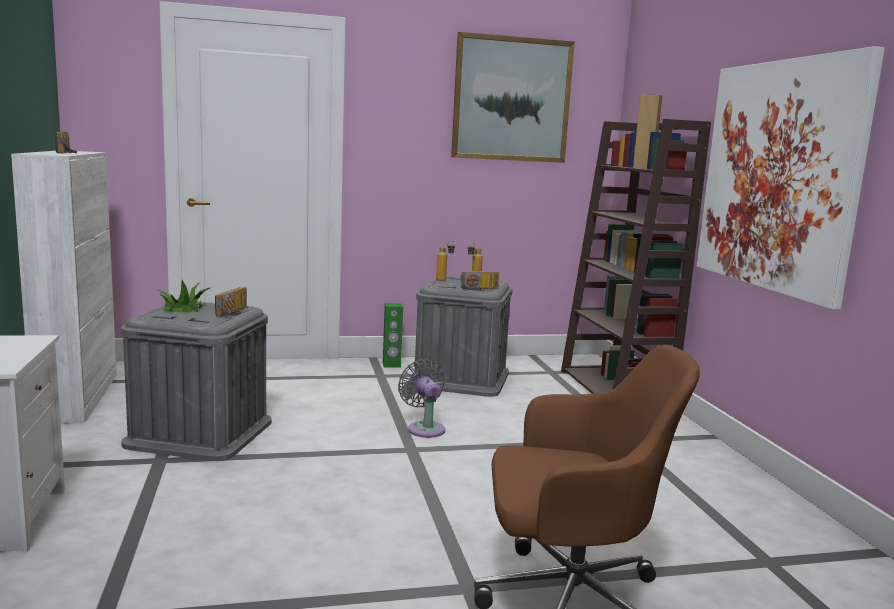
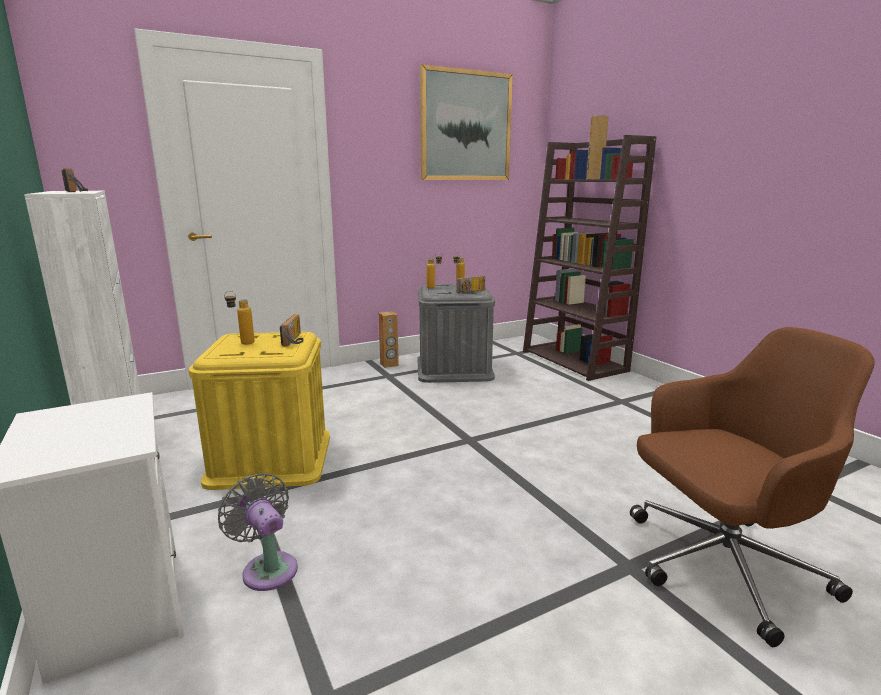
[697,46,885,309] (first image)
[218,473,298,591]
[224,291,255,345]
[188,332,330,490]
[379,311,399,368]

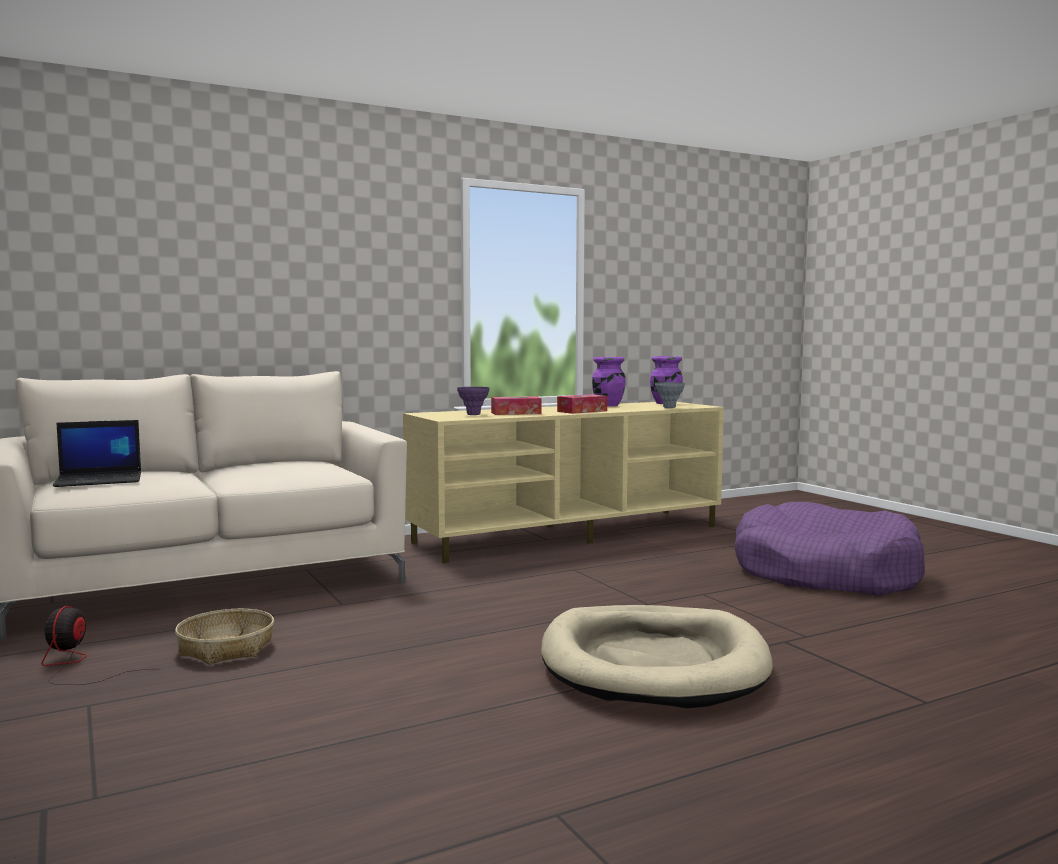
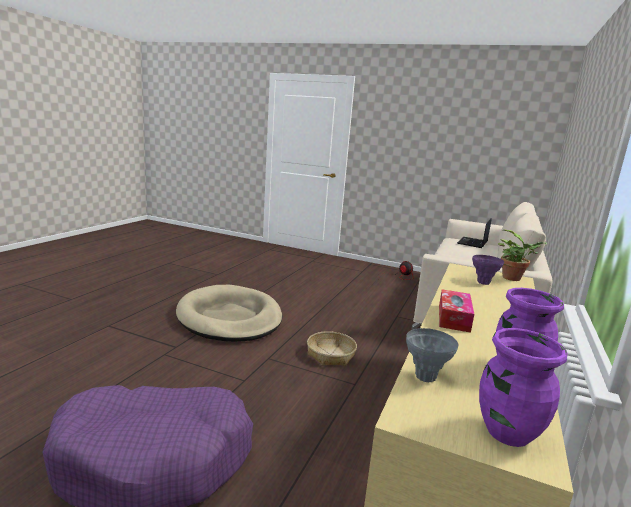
[491,396,542,415] (first image)
[498,229,547,281]
[307,331,357,366]

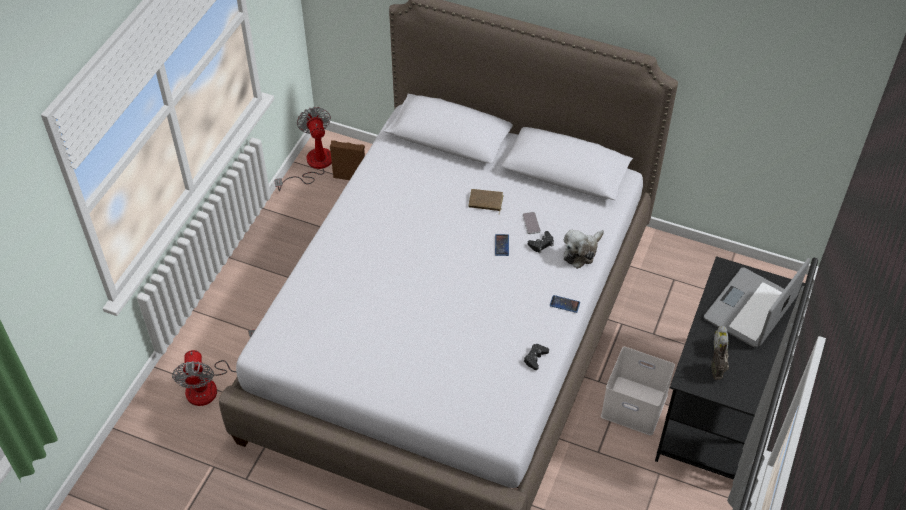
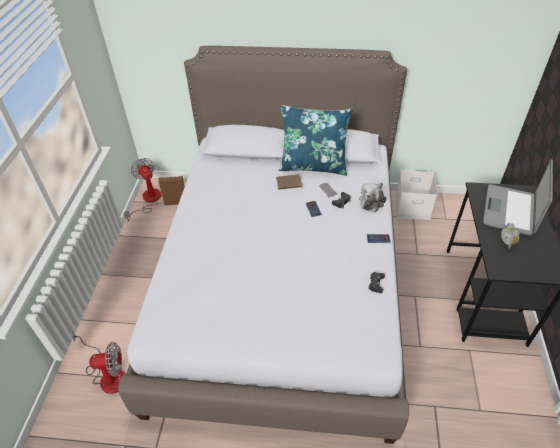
[711,343,729,380] (first image)
[279,105,353,176]
[396,170,438,220]
[71,331,125,394]

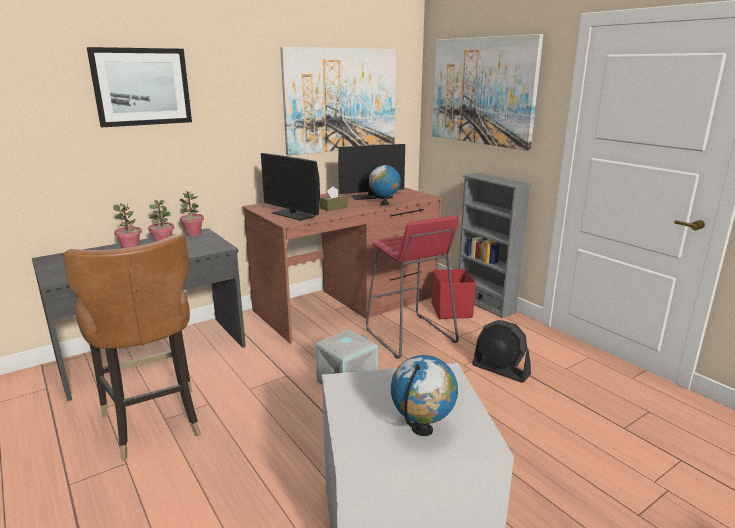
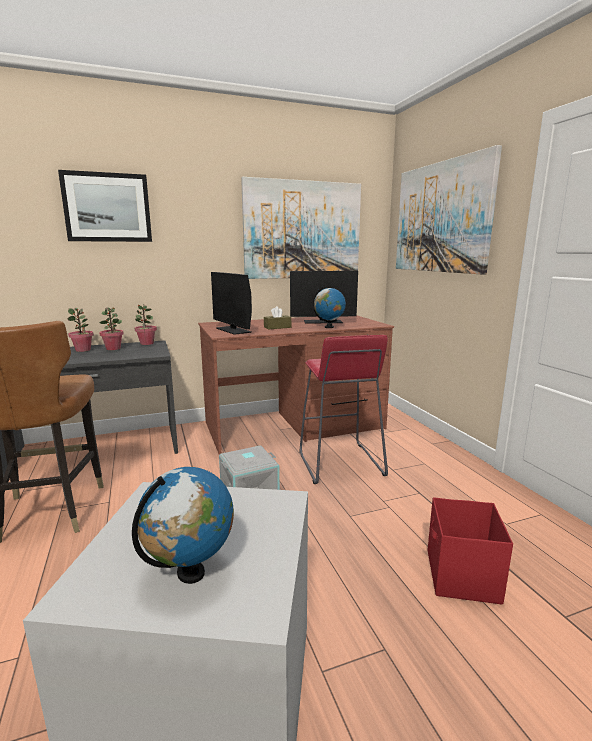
[459,173,532,318] (first image)
[472,320,531,383] (first image)
[428,497,513,604]

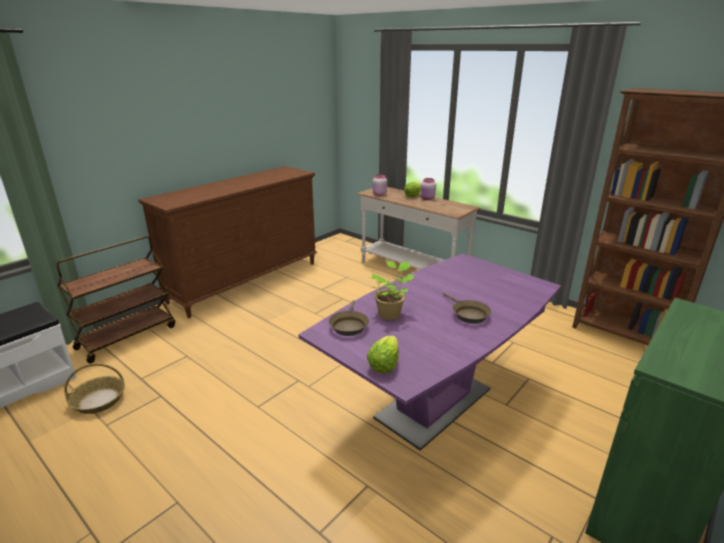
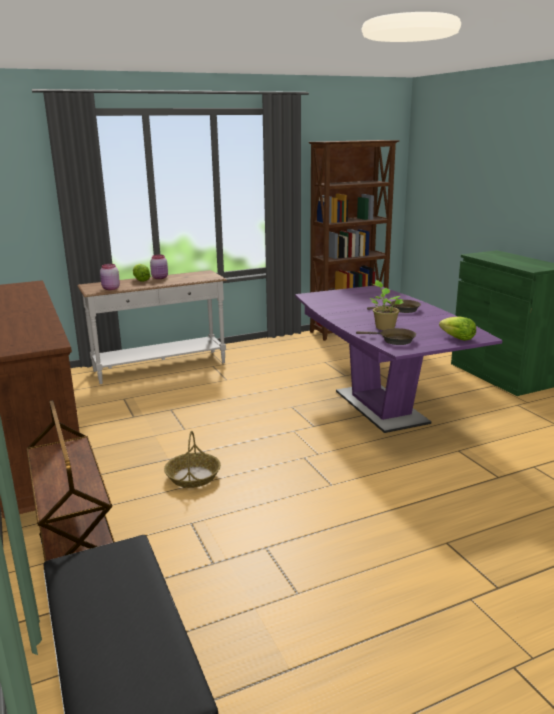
[164,431,221,488]

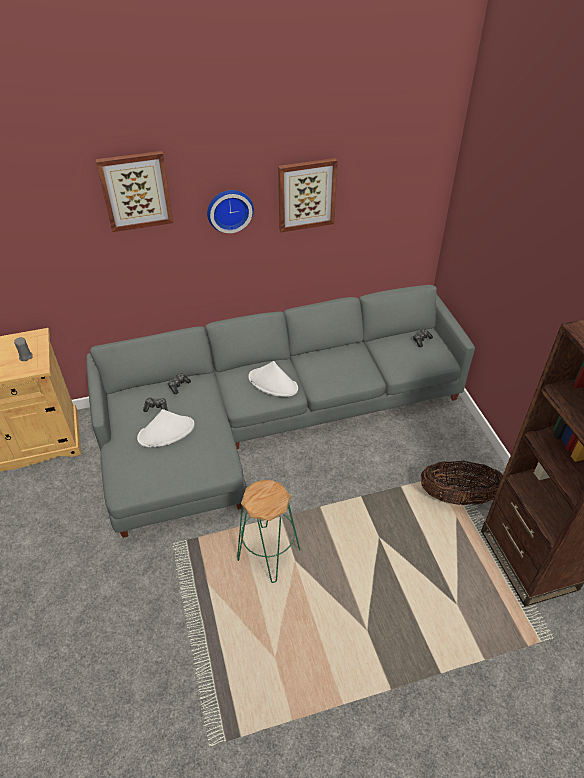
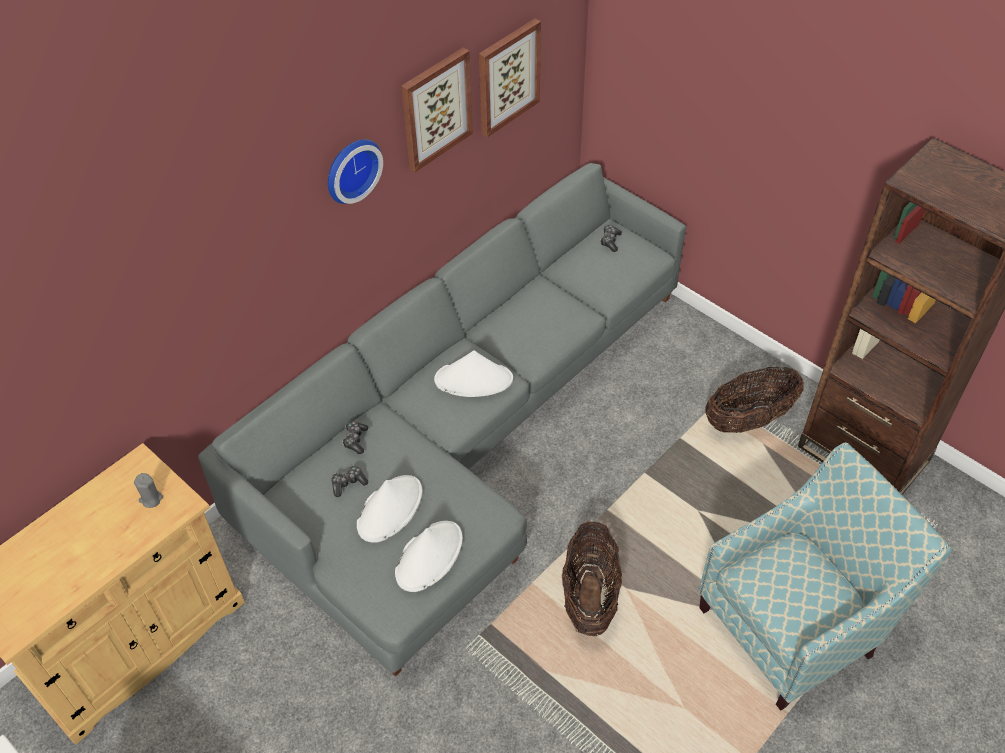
[395,521,463,592]
[699,442,952,711]
[479,19,541,138]
[562,521,622,636]

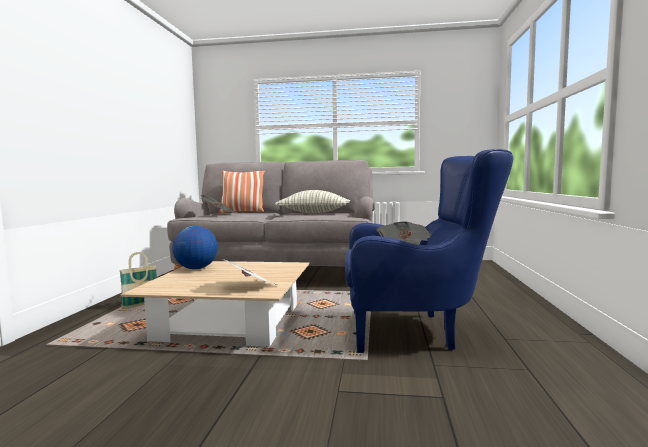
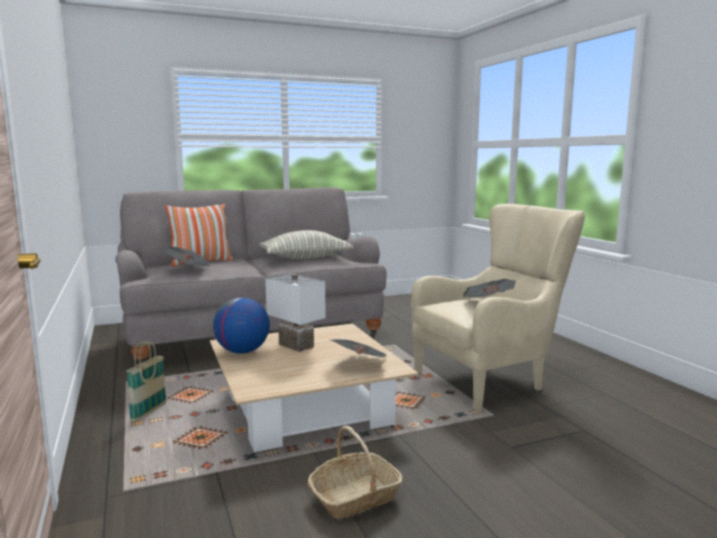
[265,273,326,352]
[308,426,403,519]
[411,204,585,410]

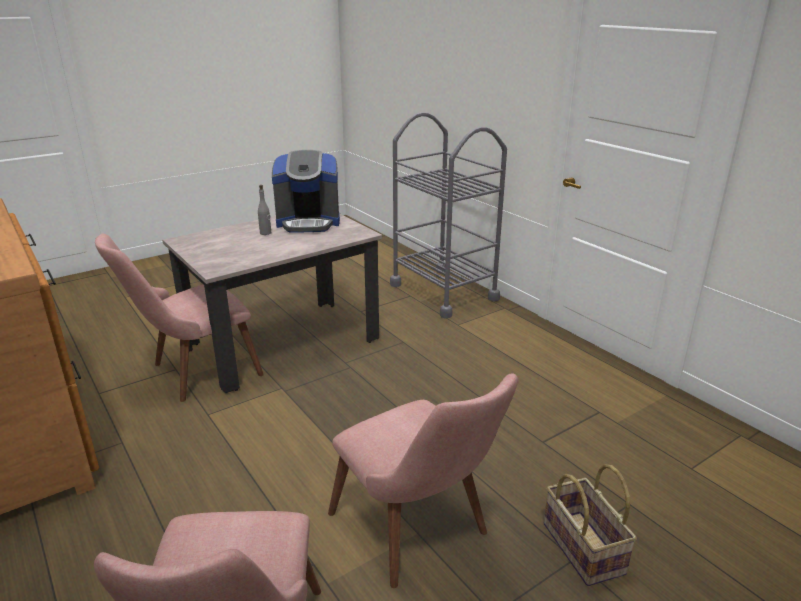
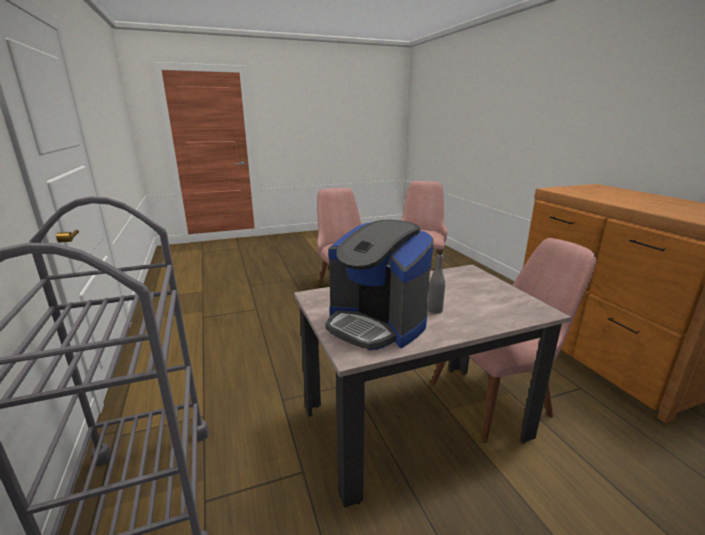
[543,464,637,586] (first image)
[326,220,434,350]

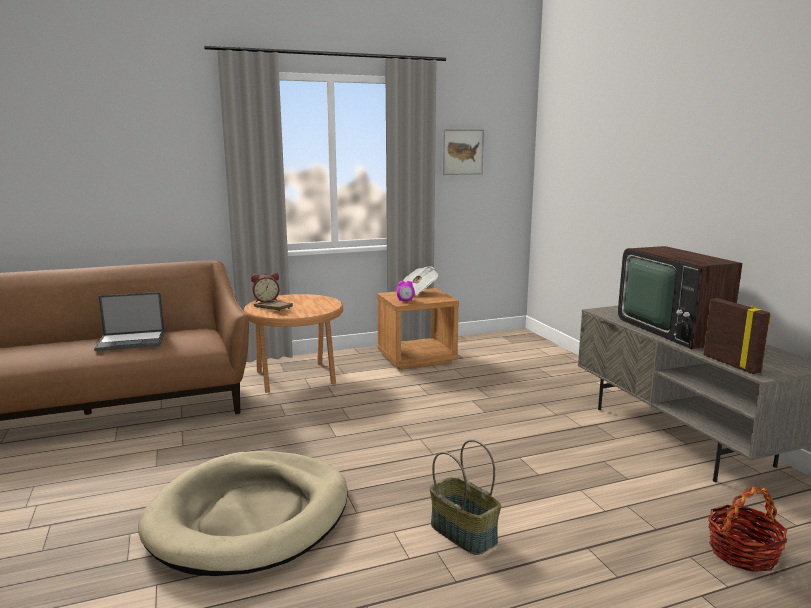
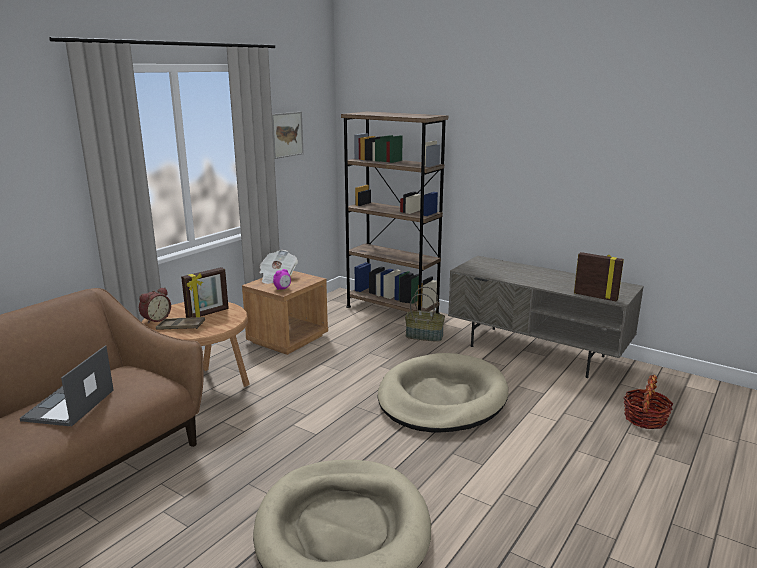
[618,246,742,350] (first image)
[181,267,229,318]
[341,111,448,314]
[377,353,508,432]
[405,287,445,342]
[20,345,114,427]

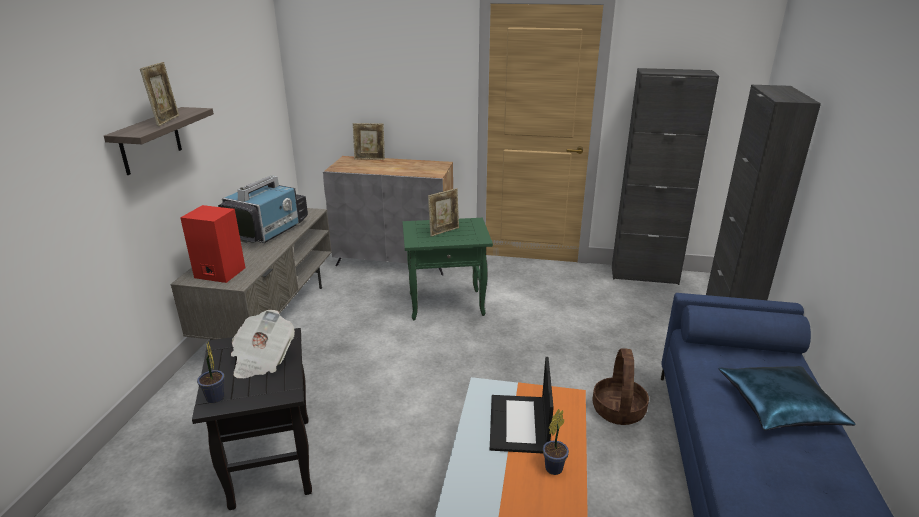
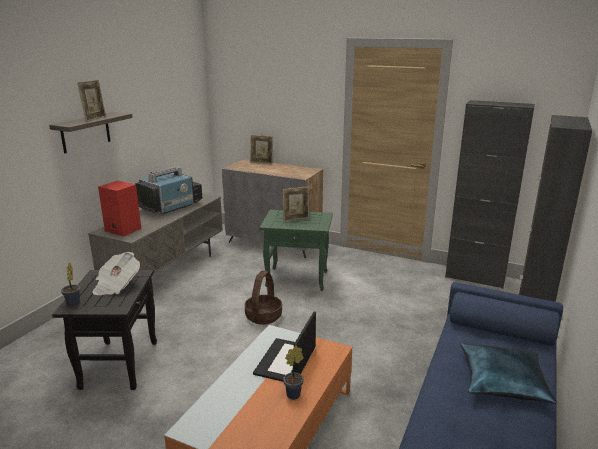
[245,271,282,325]

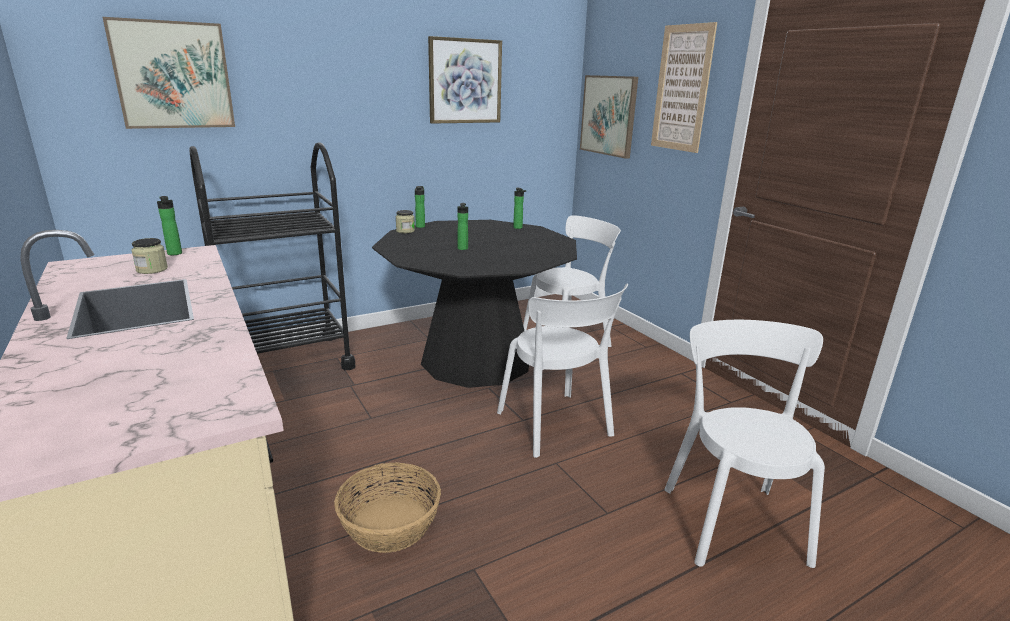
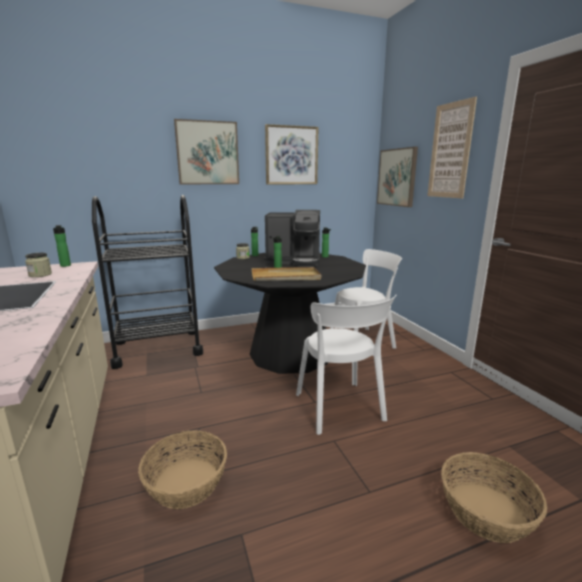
[252,267,322,281]
[264,210,320,267]
[174,119,239,185]
[441,452,547,543]

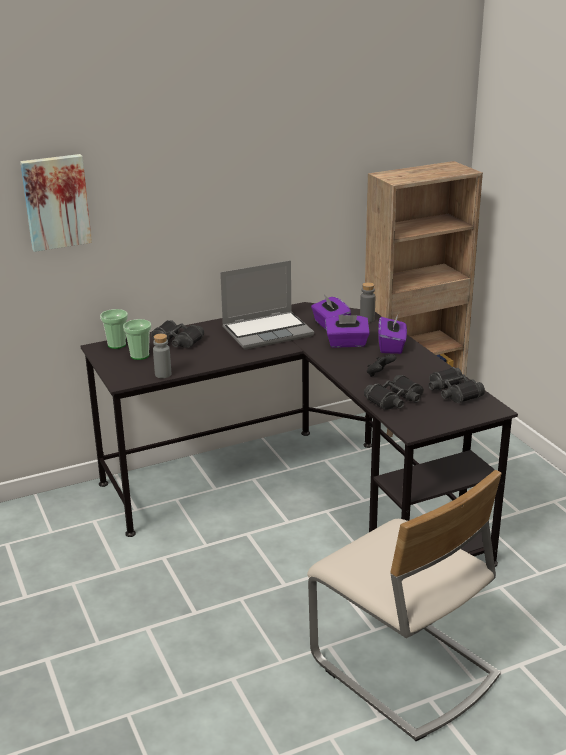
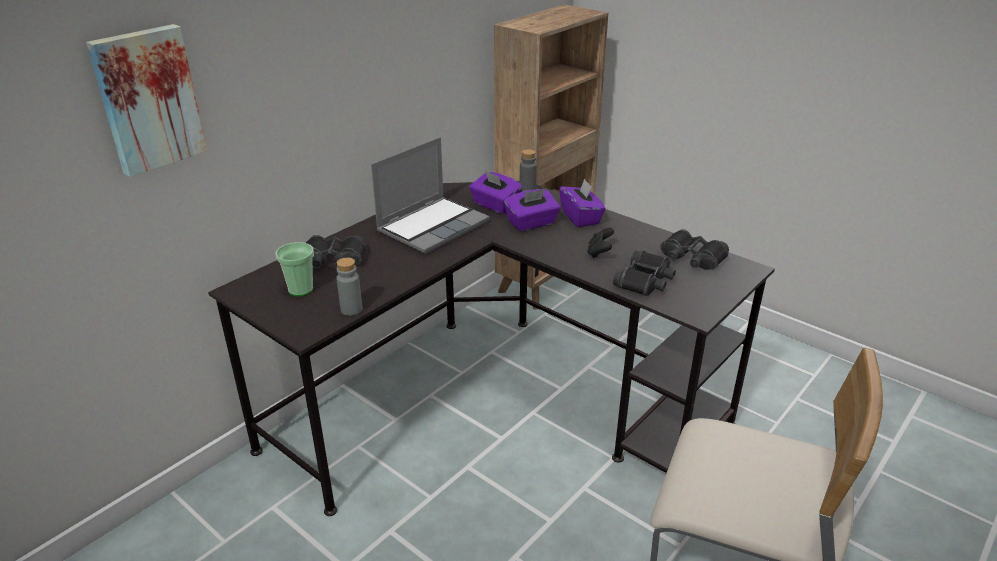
[100,309,128,349] (first image)

